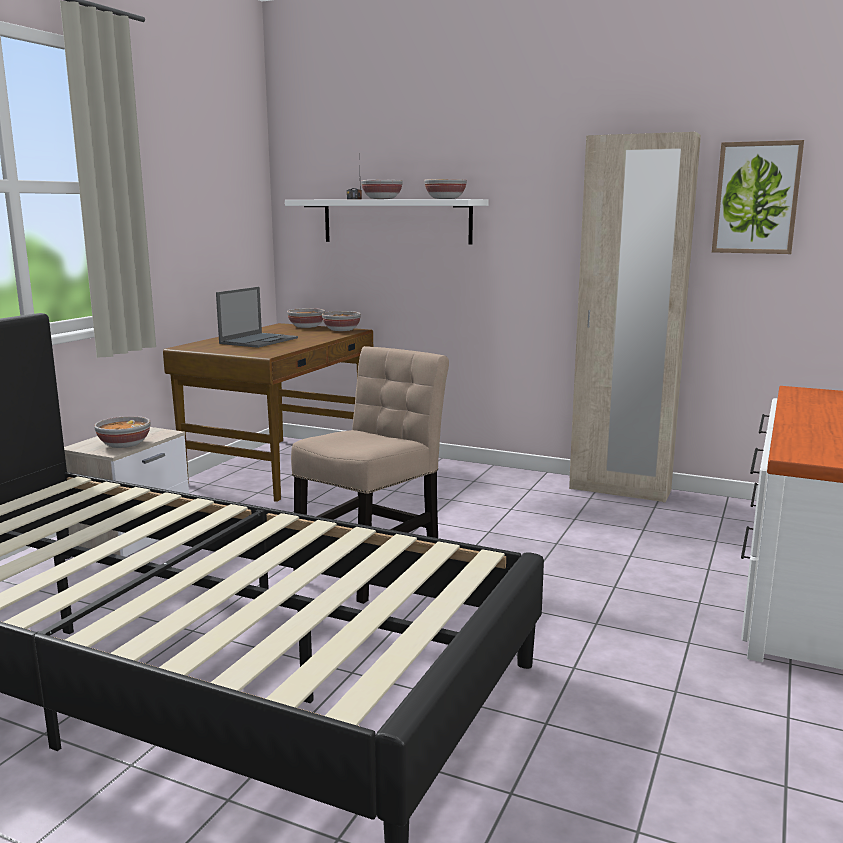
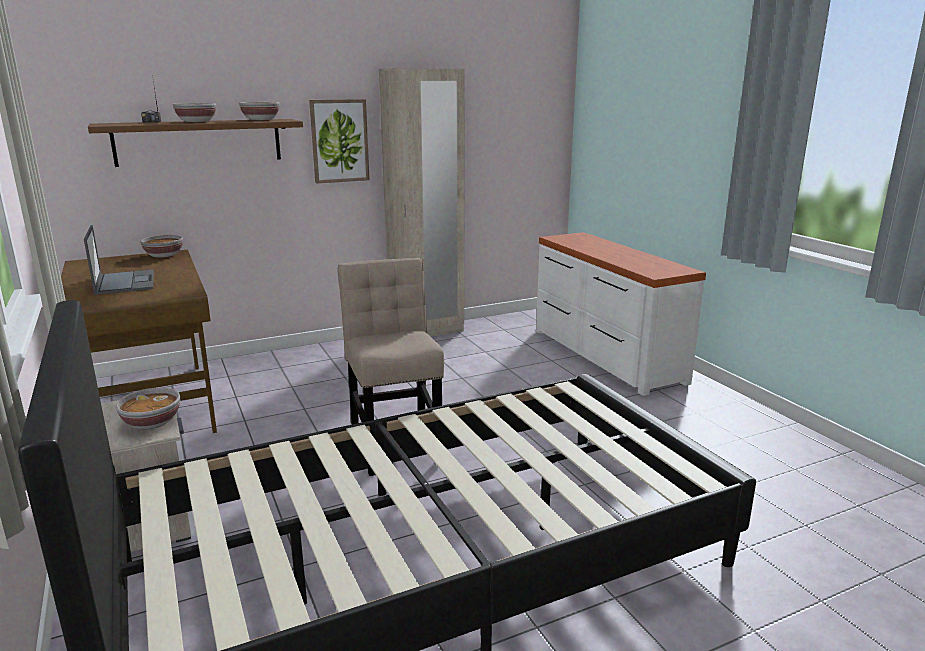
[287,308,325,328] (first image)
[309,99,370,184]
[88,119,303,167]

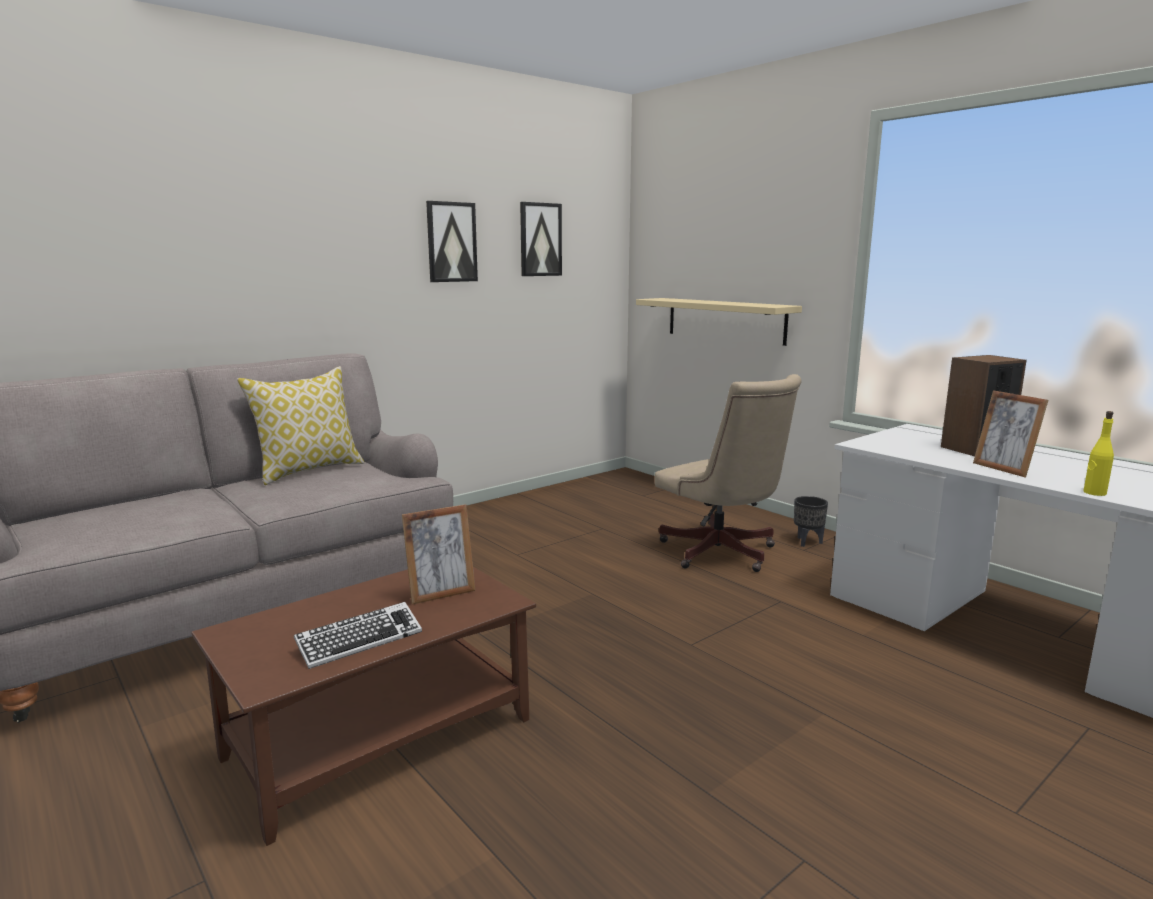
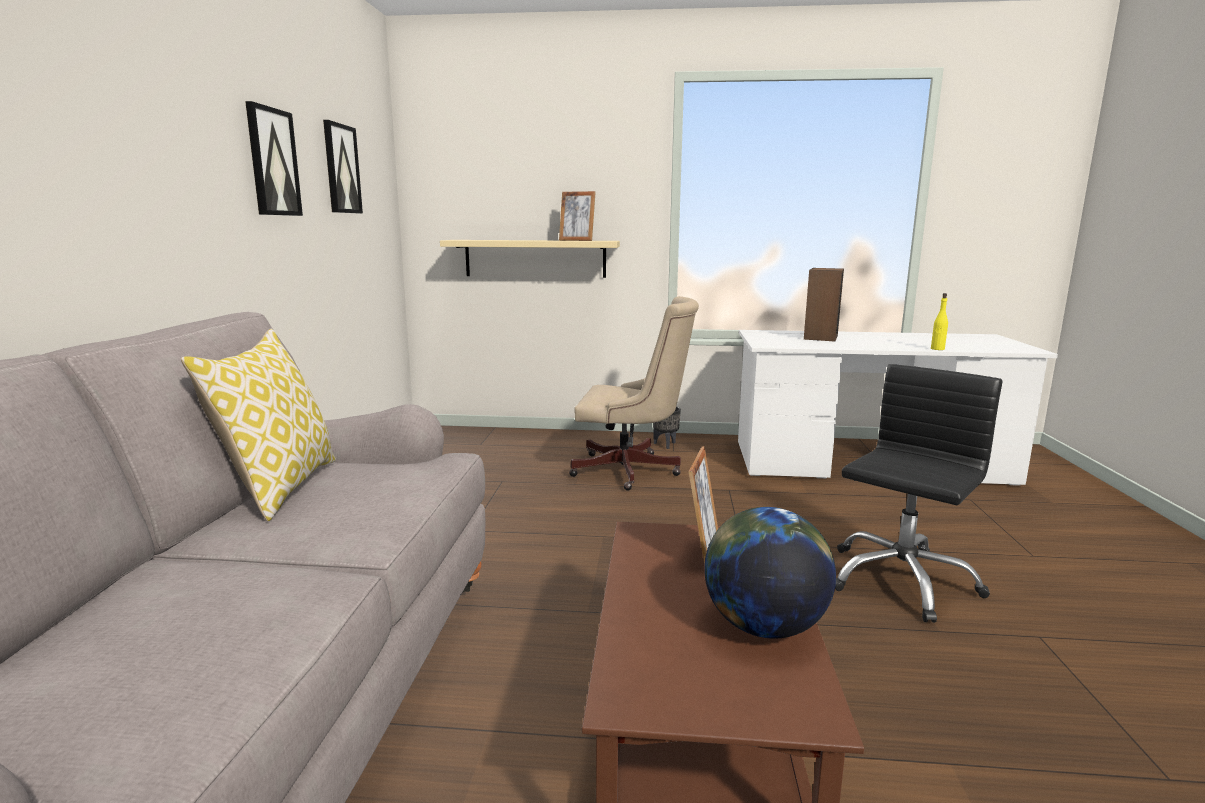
[835,364,1002,623]
[559,191,596,241]
[704,507,836,639]

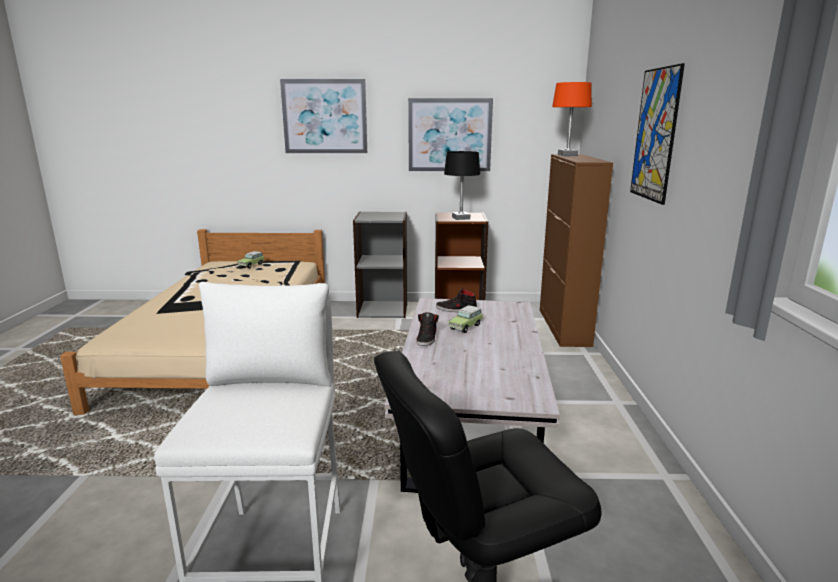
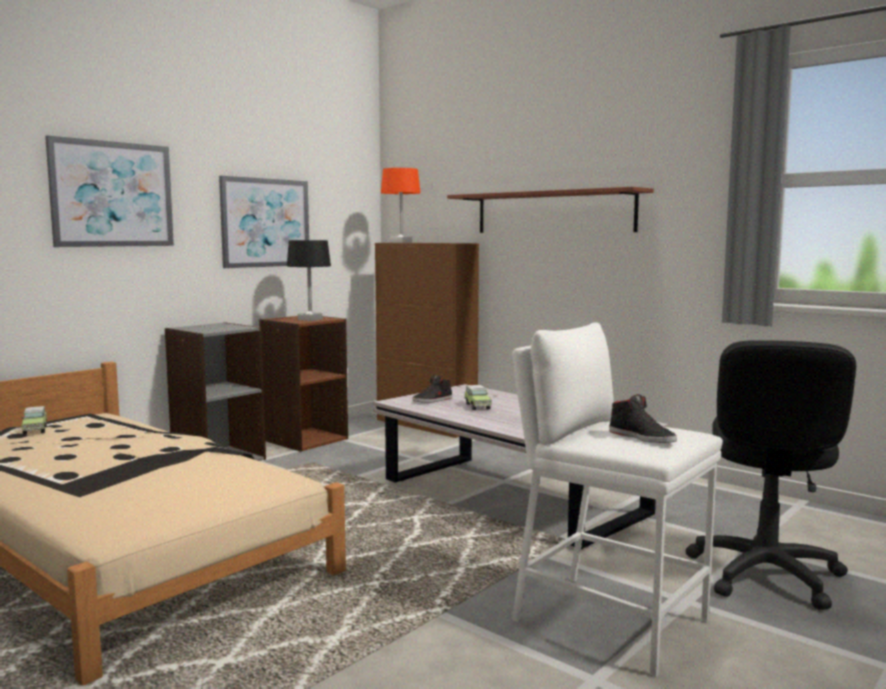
[609,394,677,443]
[447,187,654,233]

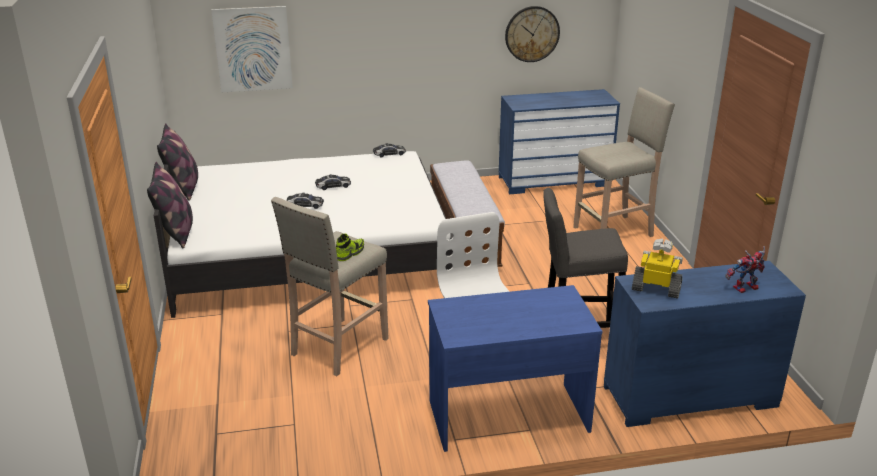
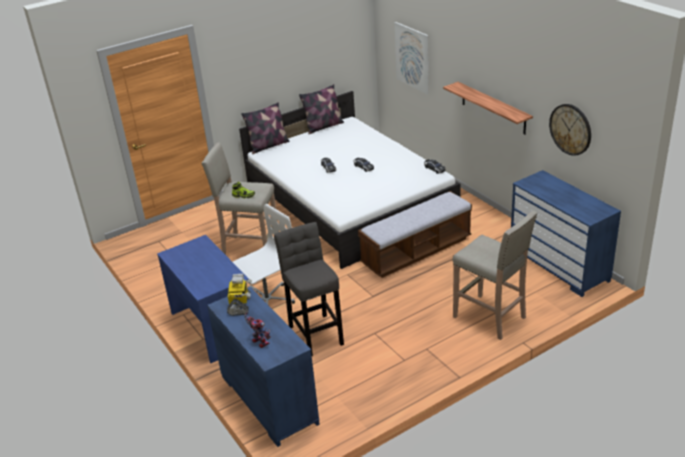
[443,82,533,135]

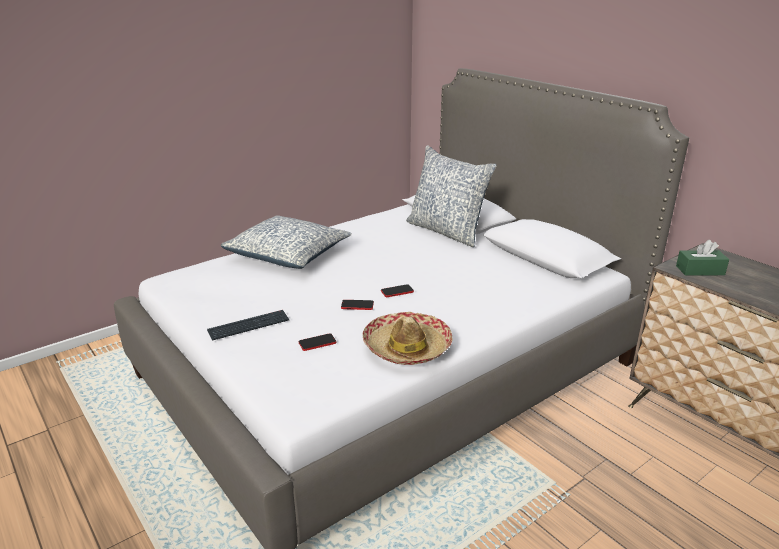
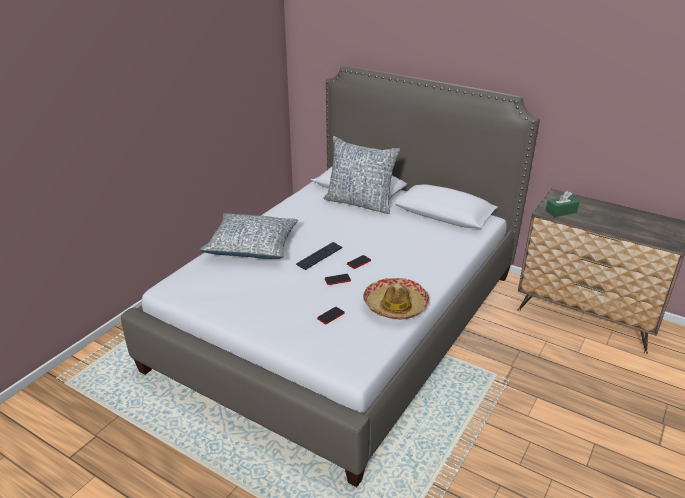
[296,242,343,270]

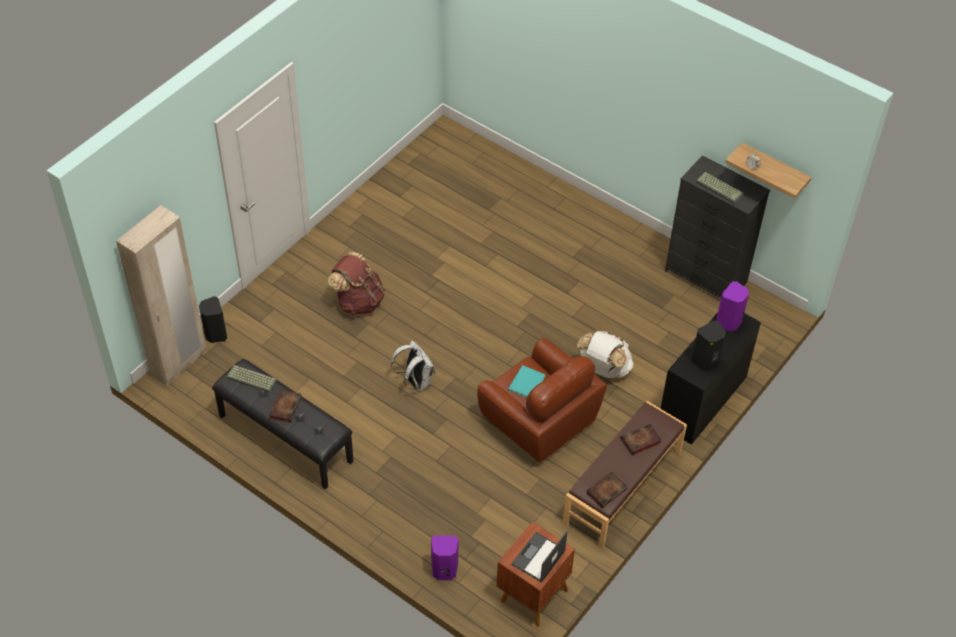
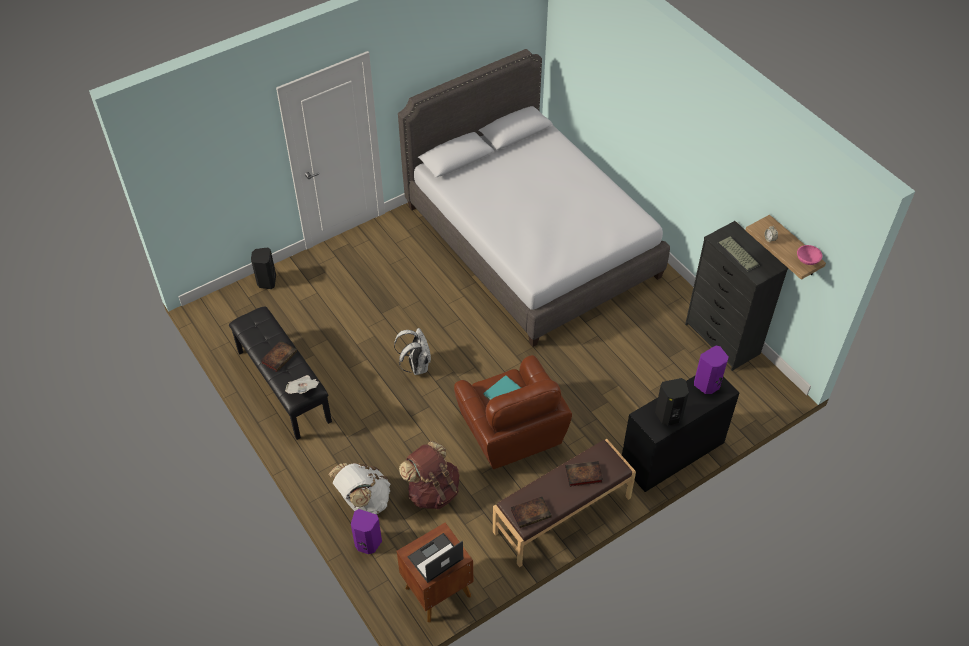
[116,205,206,386] (first image)
[226,365,277,393] (first image)
[285,375,319,394]
[398,49,670,347]
[797,245,822,265]
[399,441,459,509]
[328,463,391,514]

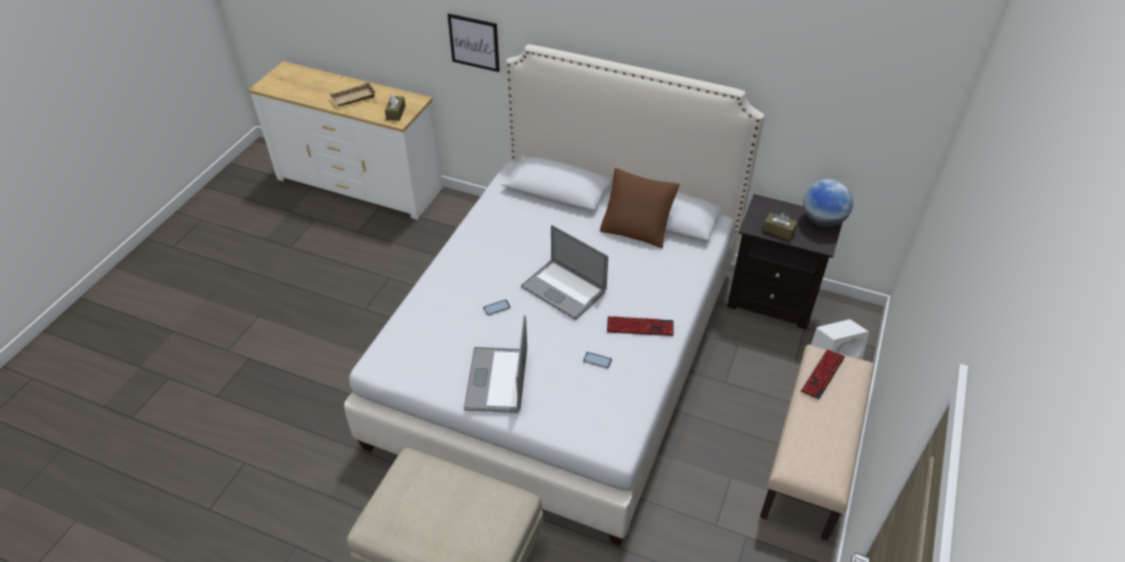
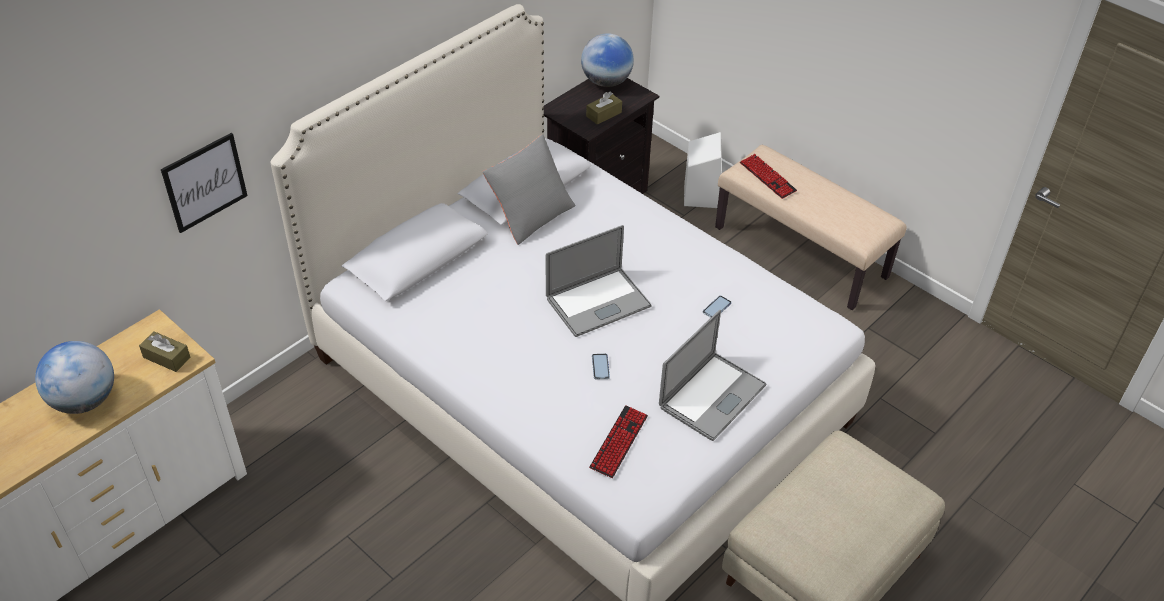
[589,405,648,478]
[35,341,114,414]
[482,134,575,245]
[659,310,766,441]

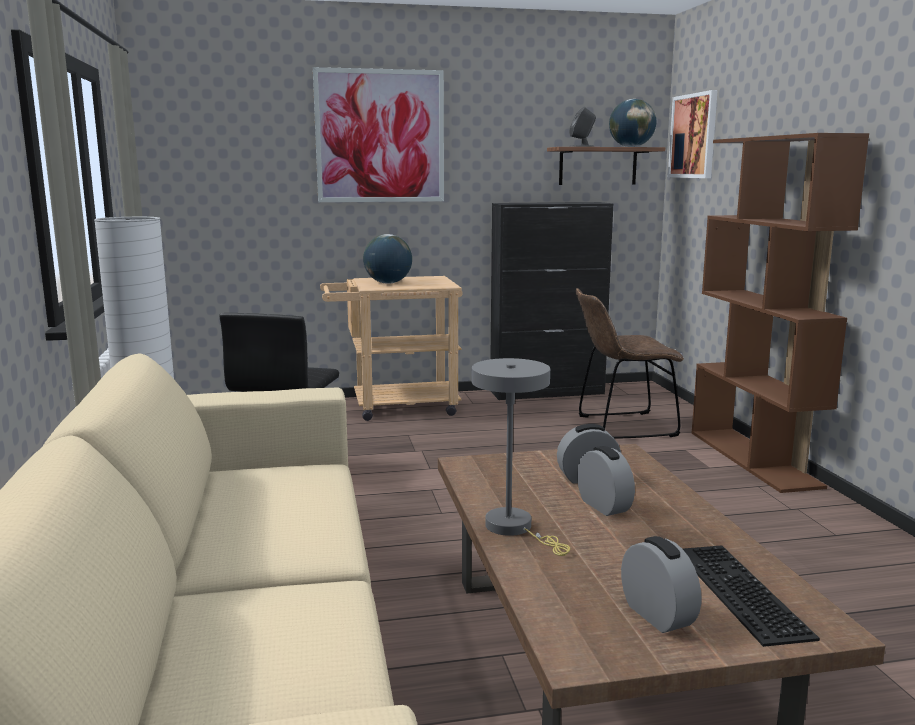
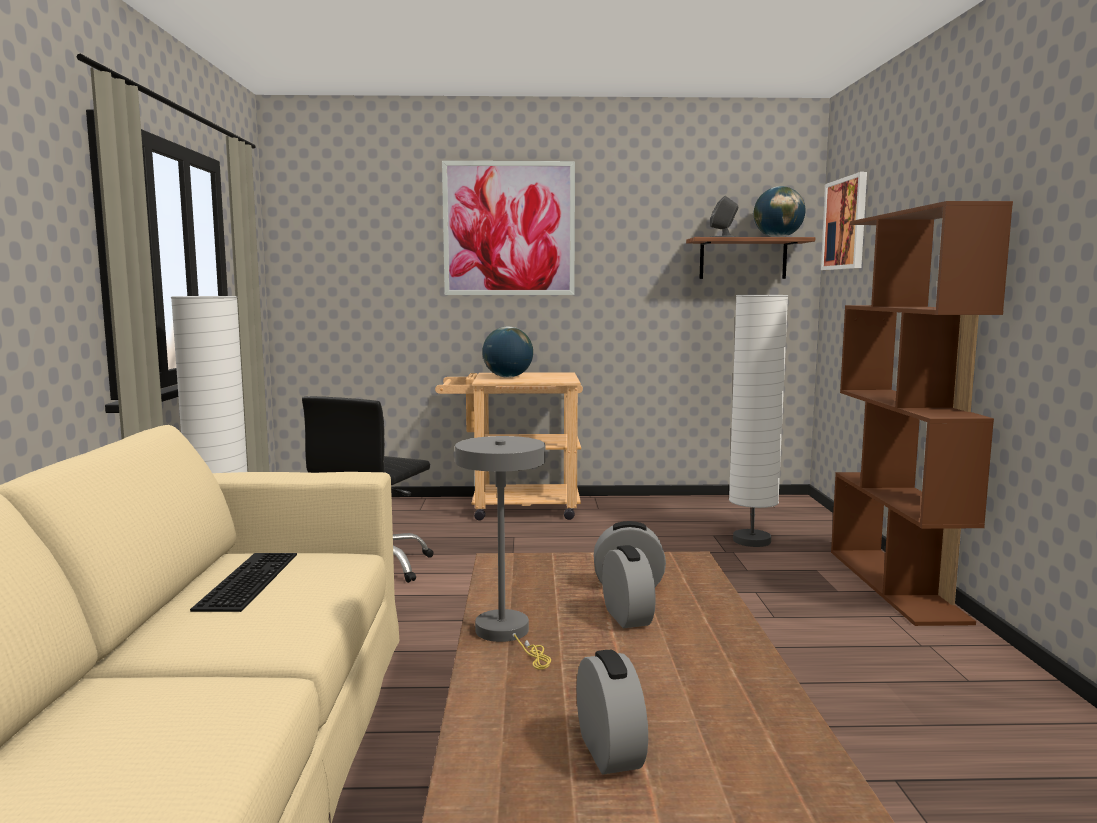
[490,202,613,400] (first image)
[190,553,297,612]
[729,295,788,547]

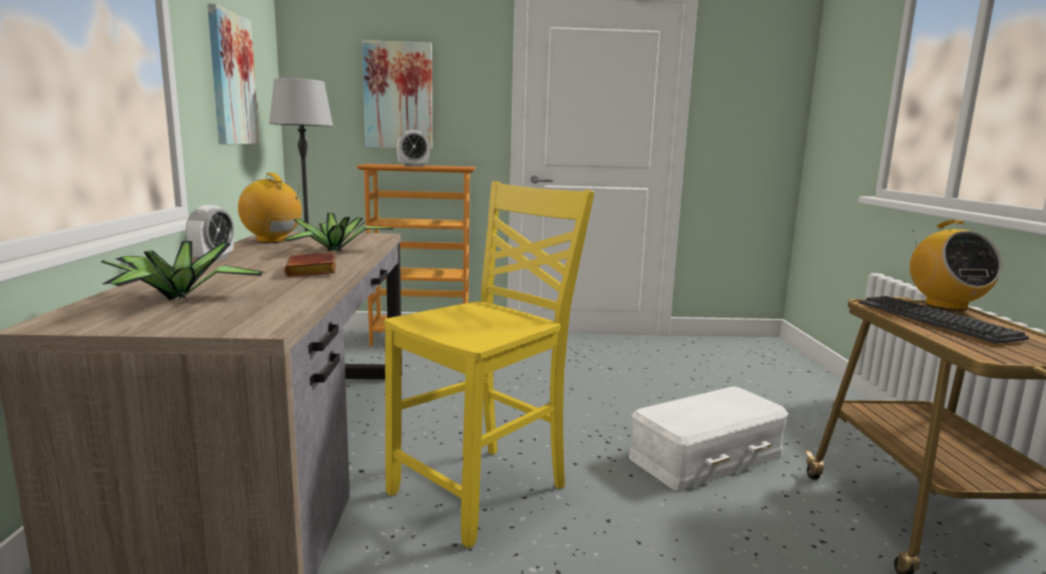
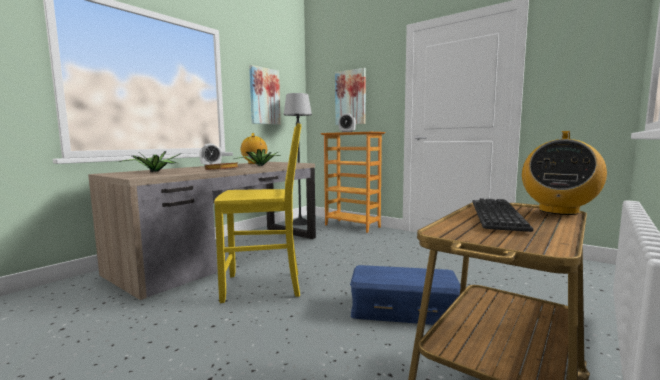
[350,265,461,325]

